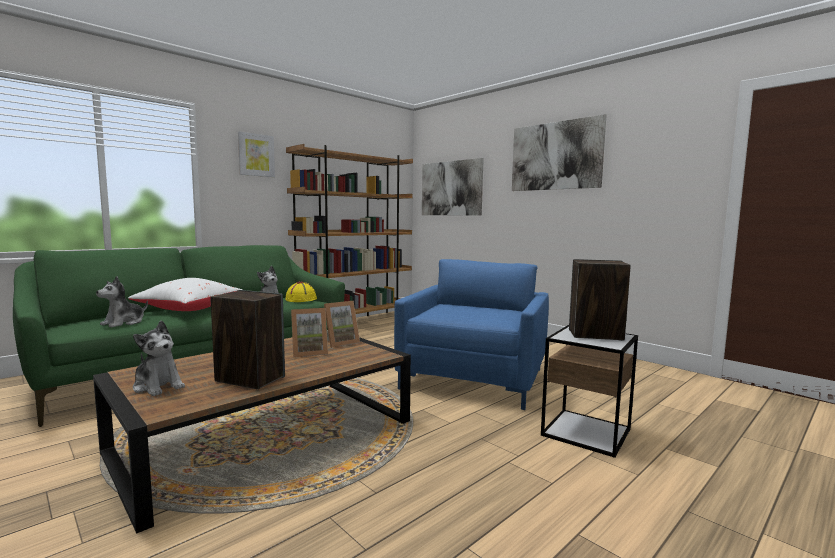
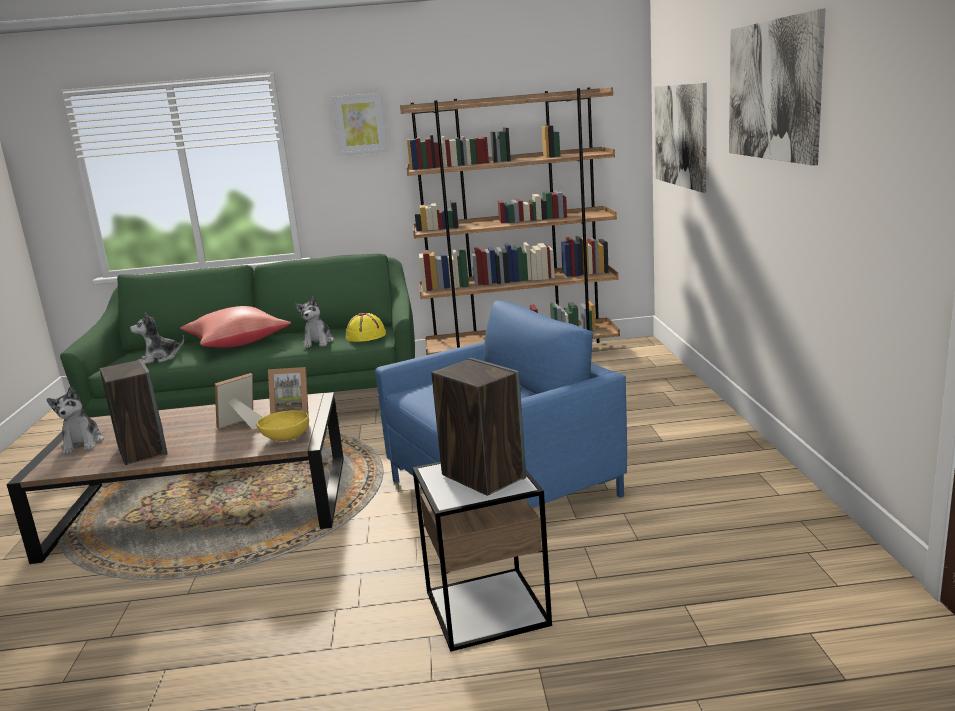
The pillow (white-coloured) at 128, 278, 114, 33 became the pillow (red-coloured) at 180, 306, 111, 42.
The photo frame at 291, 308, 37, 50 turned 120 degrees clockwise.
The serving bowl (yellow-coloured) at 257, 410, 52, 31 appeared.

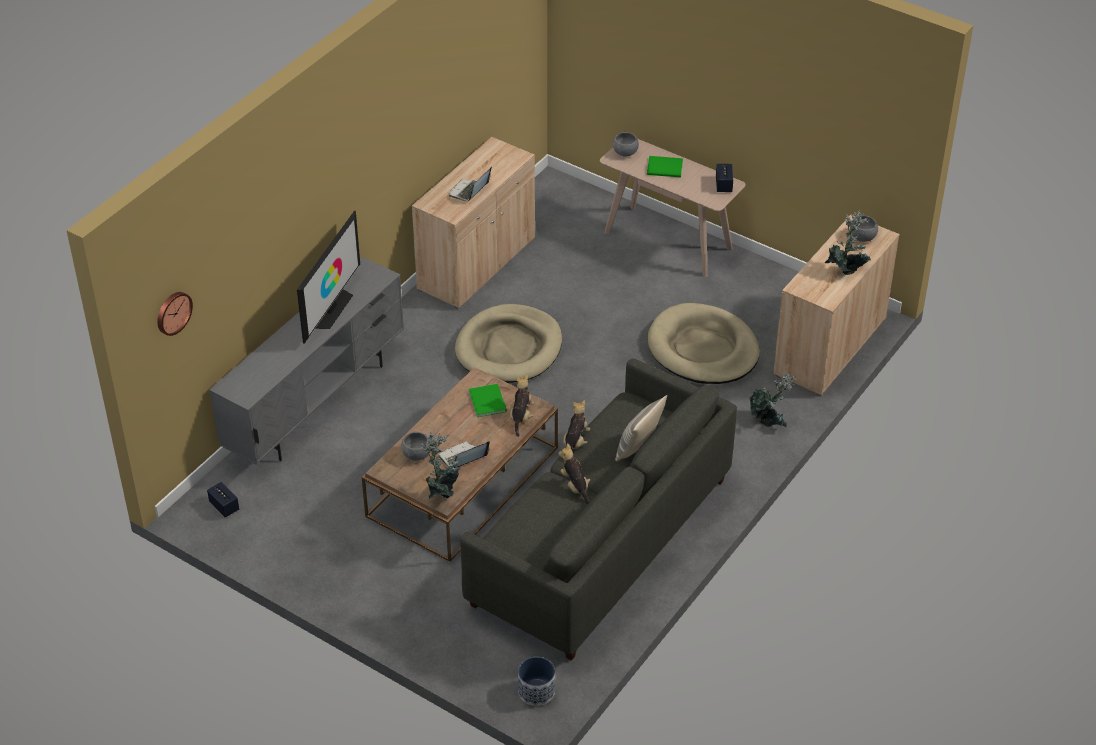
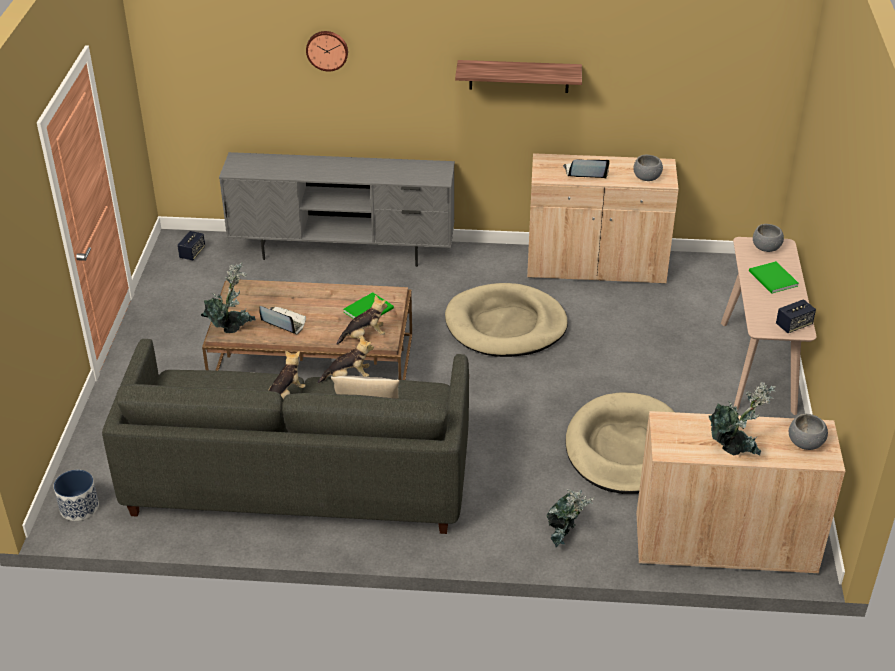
The television at 297, 211, 63, 133 disappeared.
The hanging clock moved from 157, 292, 36, 44 to 306, 31, 42, 41.
The serving bowl (greyish) moved from 401, 432, 29, 29 to 633, 155, 30, 26.
The bracket shelf at 455, 60, 127, 33 appeared.

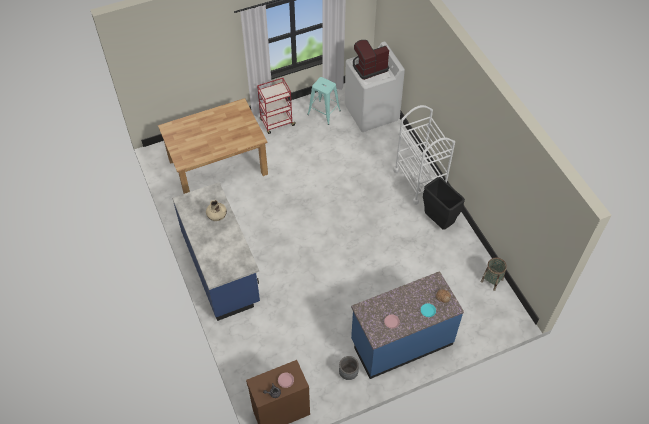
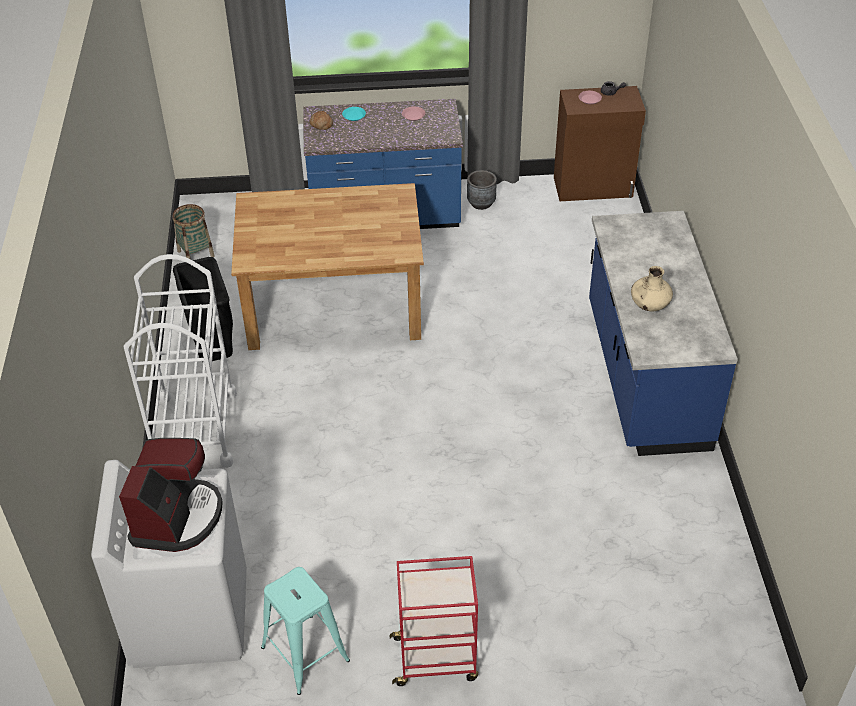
The coffee machine at 353, 40, 36, 40 turned 75 degrees counterclockwise.
The kitchen table (brown-coloured) moved from 158, 98, 110, 96 to 231, 183, 193, 167.

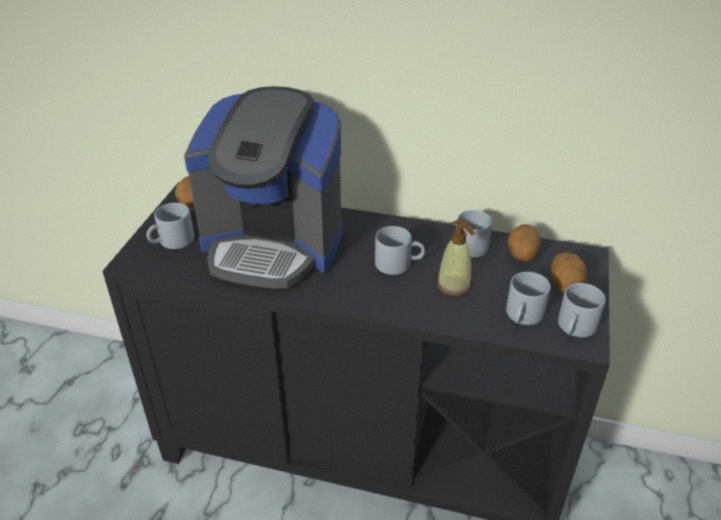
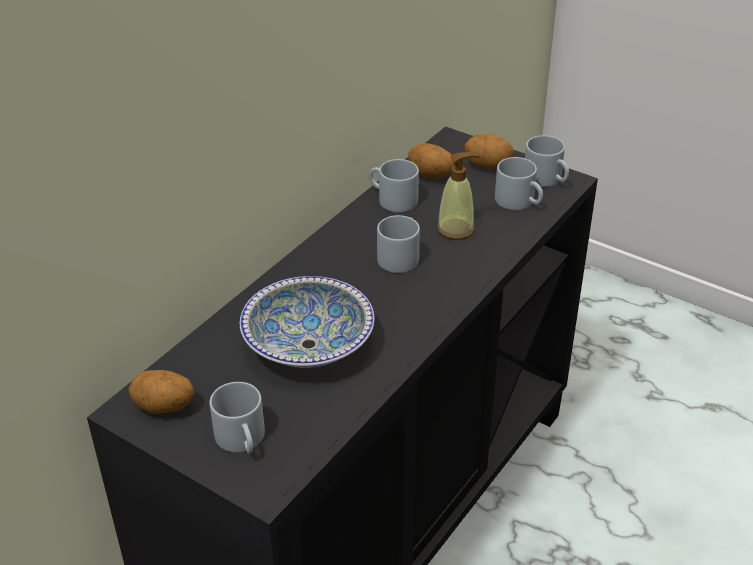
The coffee machine at 184, 86, 158, 202 was replaced by the serving bowl at 240, 276, 135, 92.

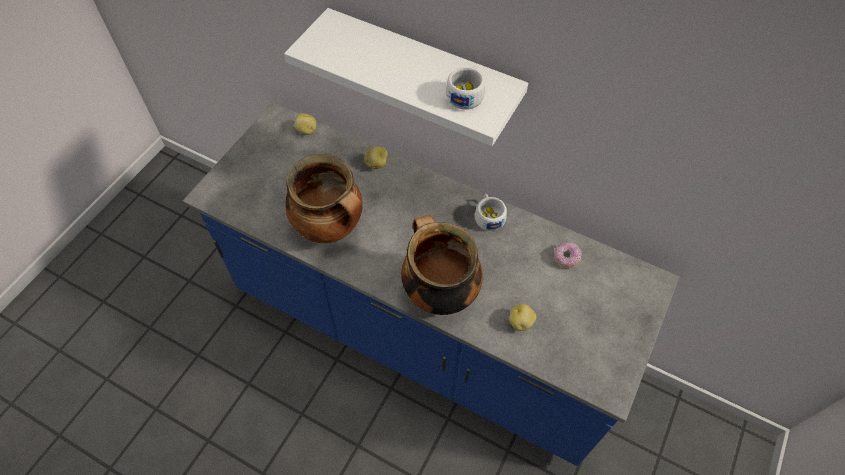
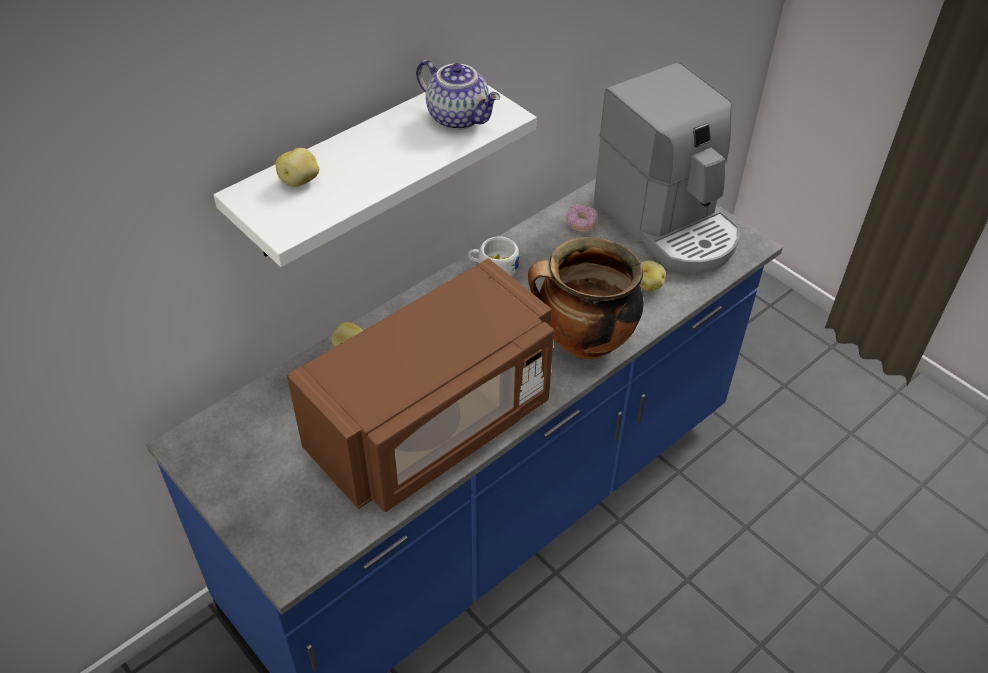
The small cup (white-coloured) at 446, 66, 39, 44 was replaced by the pot for tea at 416, 60, 84, 70.
The potato moved from 295, 113, 22, 22 to 275, 148, 44, 39.
The saucepot at 285, 154, 78, 90 was replaced by the microwave oven (brown-coloured) at 287, 258, 267, 254.
The coffee machine at 594, 62, 146, 212 appeared.

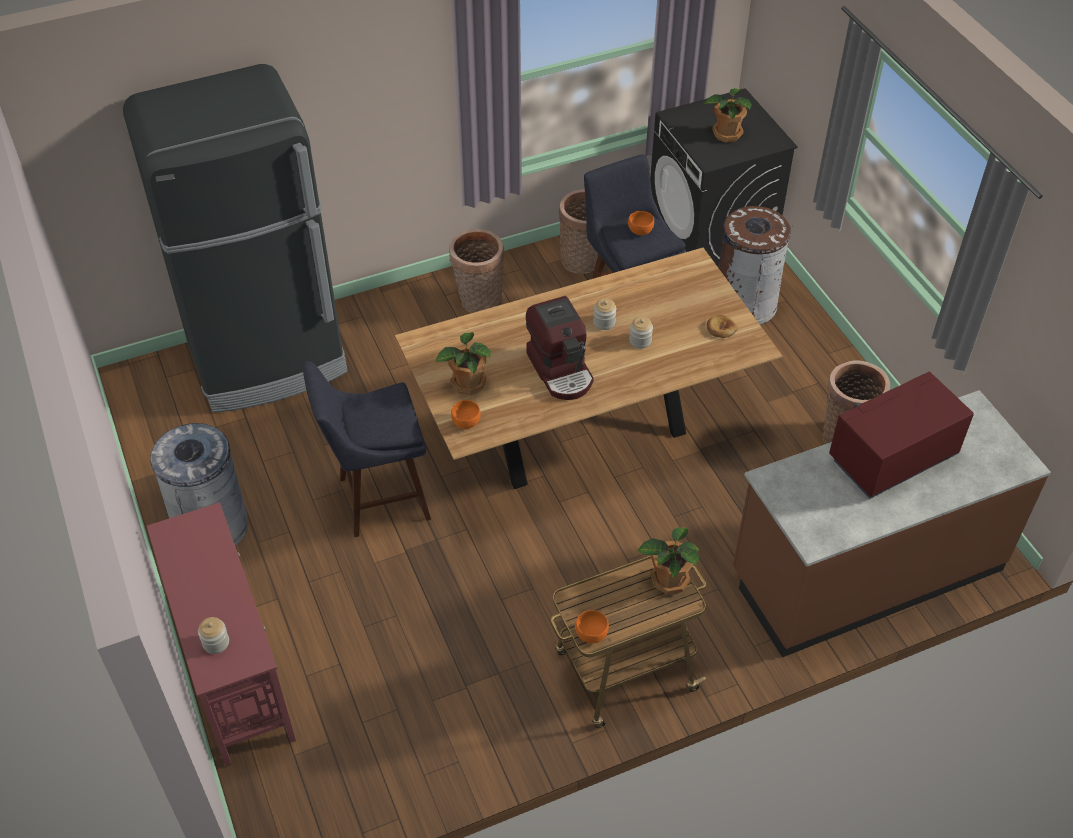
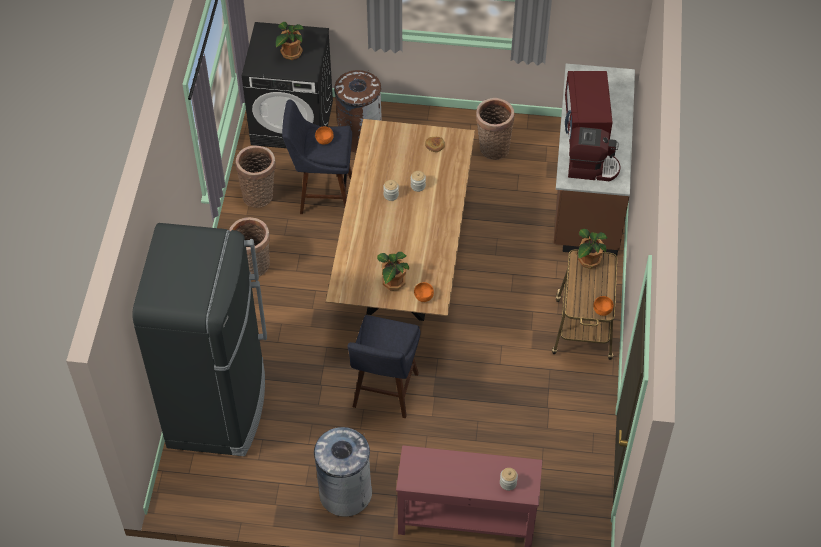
The coffee machine moved from 526, 296, 68, 104 to 568, 127, 53, 54.

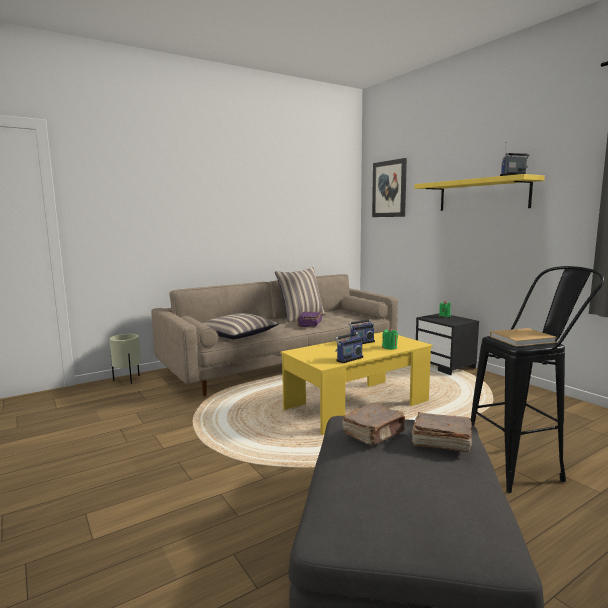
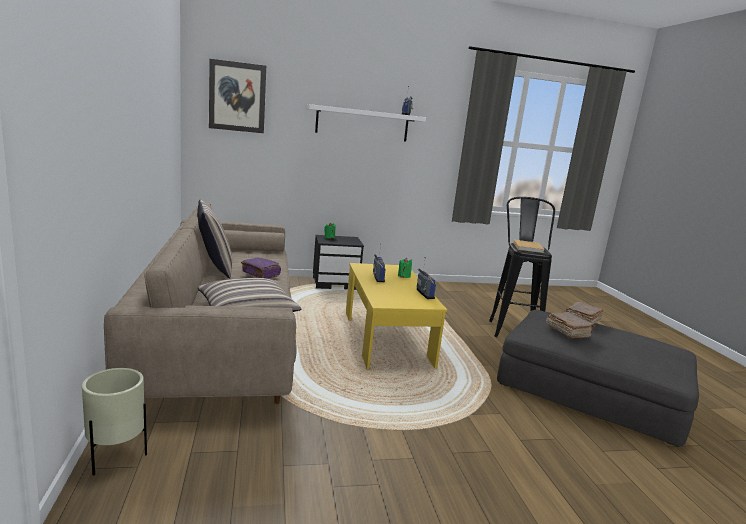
The bracket shelf (yellow-coloured) at 414, 174, 131, 37 became the bracket shelf (white-coloured) at 307, 104, 119, 38.

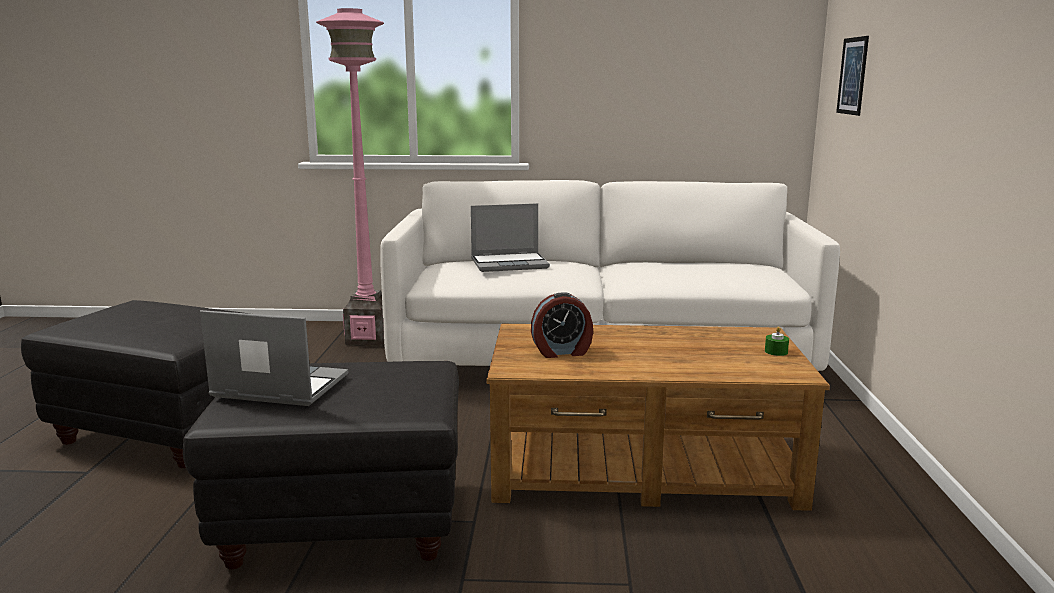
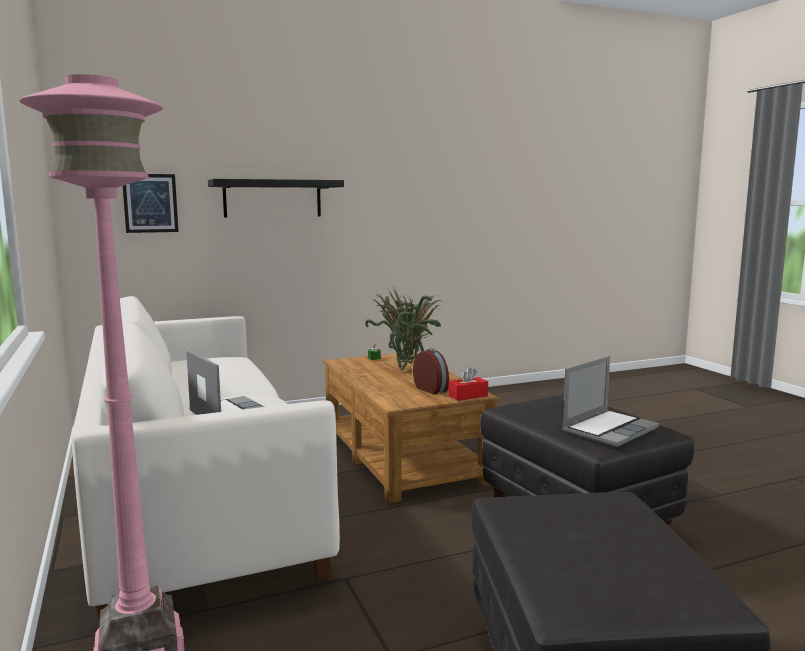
The laptop at 200, 310, 148, 96 turned 120 degrees counterclockwise.
The bracket shelf (black-coloured) at 208, 179, 136, 39 appeared.
The houseplant at 365, 286, 76, 84 appeared.
The tissue holder (red-coloured) at 448, 367, 40, 34 appeared.

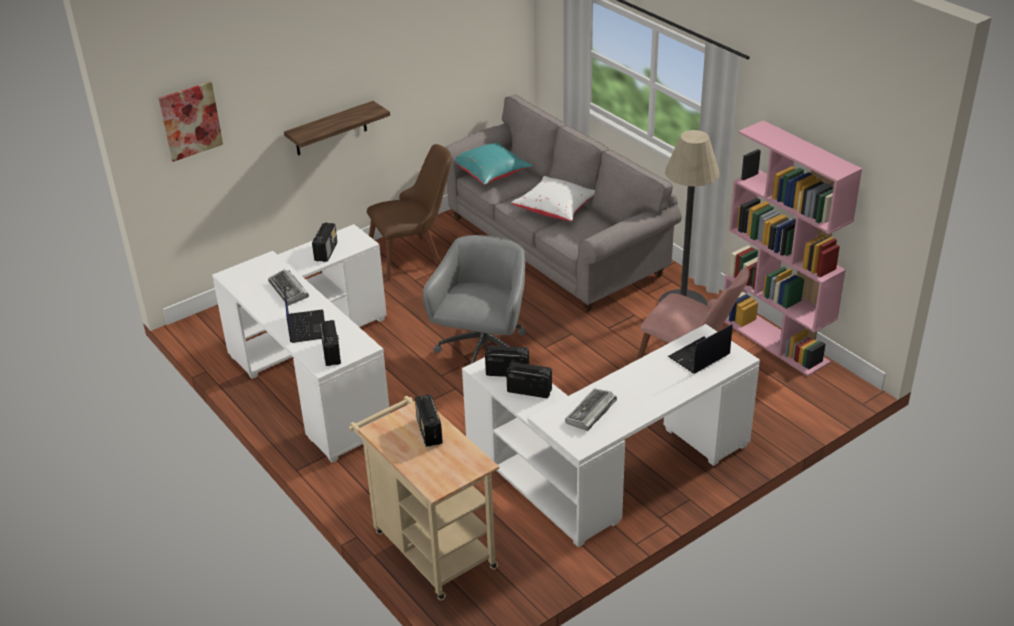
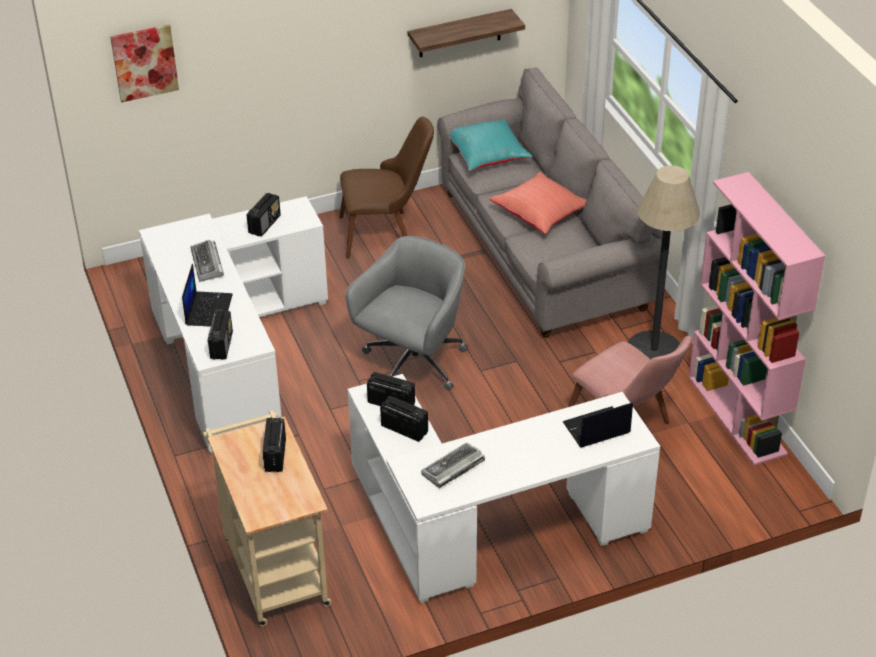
The bracket shelf moved from 284, 101, 106, 54 to 408, 9, 117, 48.
The pillow (white-coloured) at 511, 176, 84, 45 became the pillow (red-coloured) at 490, 172, 96, 62.

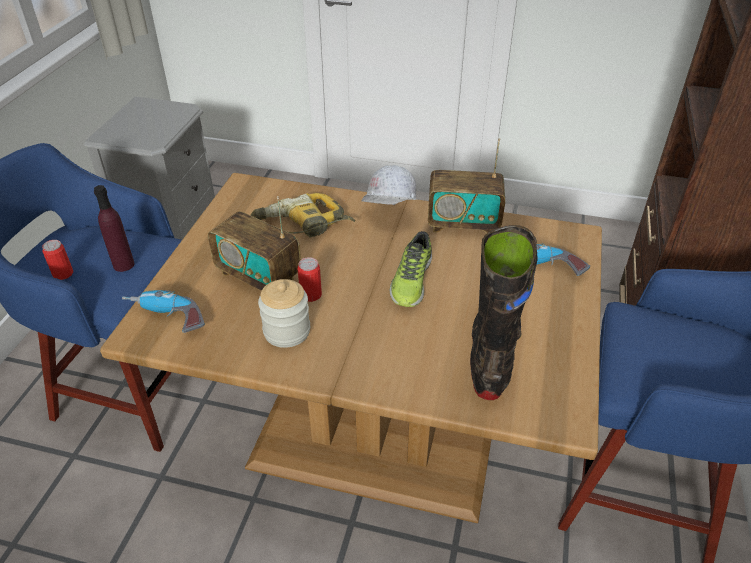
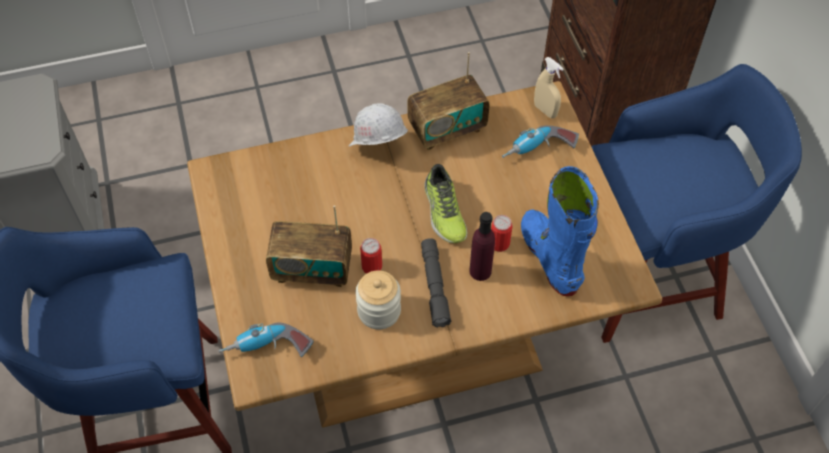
The beverage bottle (purple-coloured) moved from 94, 185, 41, 87 to 469, 212, 26, 69.
The electric drill at 251, 193, 104, 45 disappeared.
The tall boot (black-coloured) at 470, 225, 68, 175 became the tall boot (bluish) at 521, 166, 78, 131.
The can moved from 42, 240, 31, 40 to 491, 215, 22, 37.
The spray bottle (beige-coloured) at 534, 57, 30, 61 appeared.
The flashlight (greyish) at 421, 238, 31, 89 appeared.

